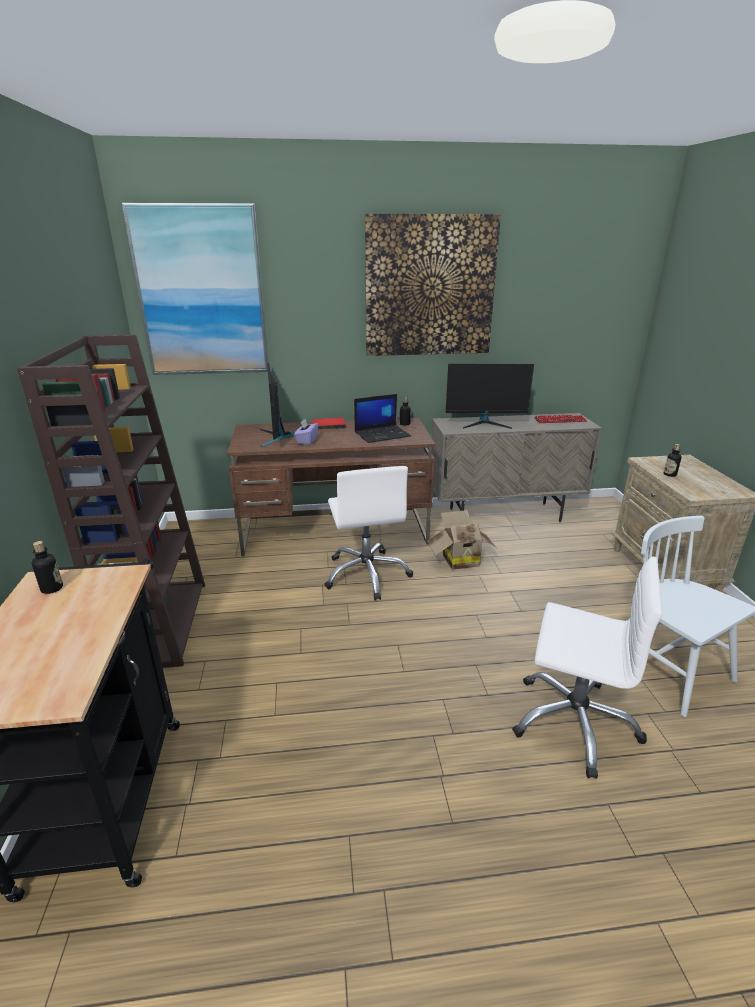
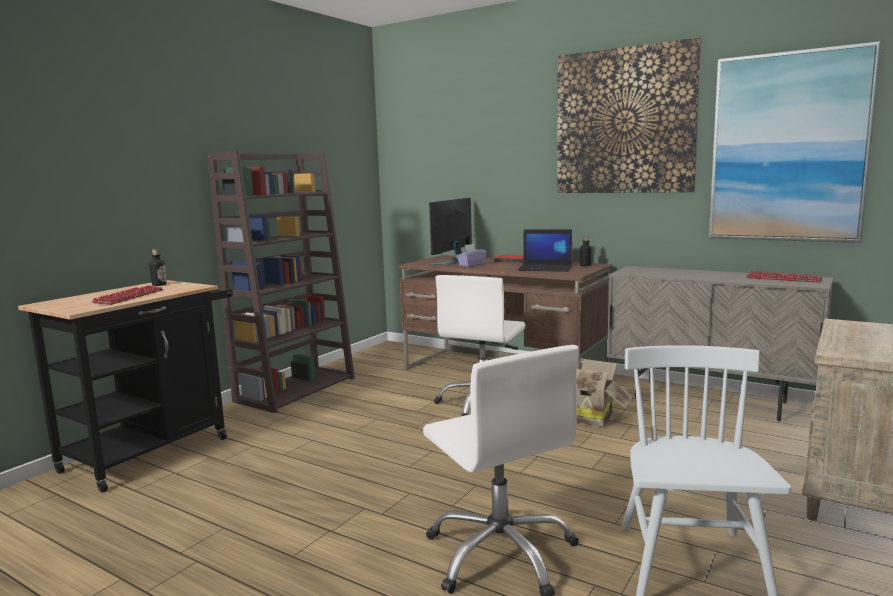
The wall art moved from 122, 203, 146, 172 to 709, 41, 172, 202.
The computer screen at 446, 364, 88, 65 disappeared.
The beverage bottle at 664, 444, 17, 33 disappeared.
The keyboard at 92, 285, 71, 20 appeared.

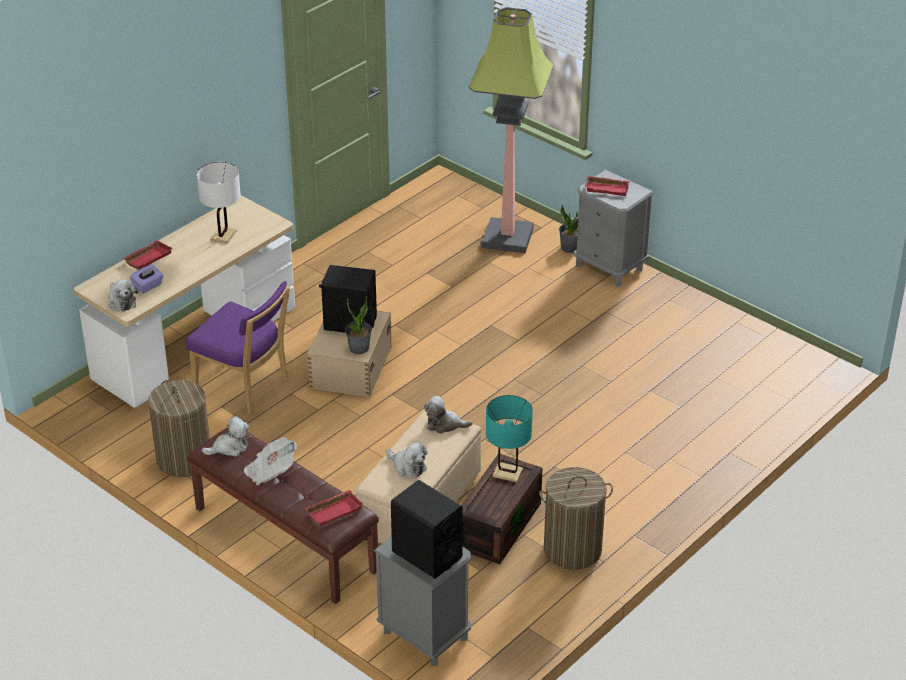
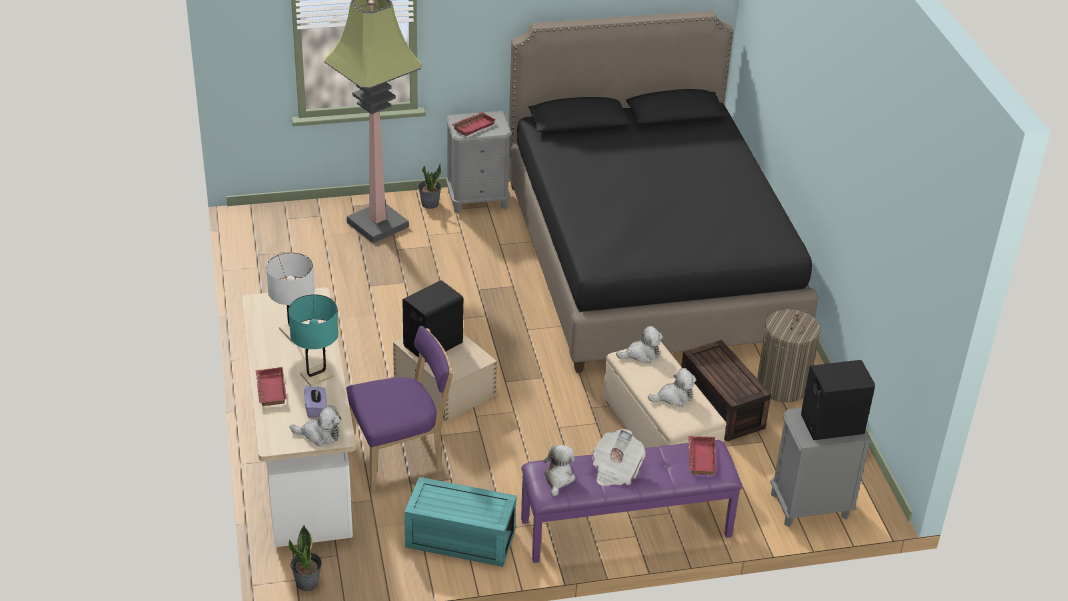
The houseplant moved from 345, 296, 27, 58 to 289, 525, 33, 66.
The laundry basket at 148, 380, 62, 97 was replaced by the storage container (turquoise-coloured) at 404, 477, 113, 90.
The lamp for a table (turquoise-coloured) moved from 486, 395, 47, 87 to 288, 294, 50, 92.
The soft toy at 424, 396, 49, 38 turned 150 degrees counterclockwise.
The long seat (brown-coloured) at 188, 427, 191, 177 became the long seat (purple-coloured) at 521, 440, 221, 123.
The bed (black-coloured) at 509, 11, 310, 362 appeared.

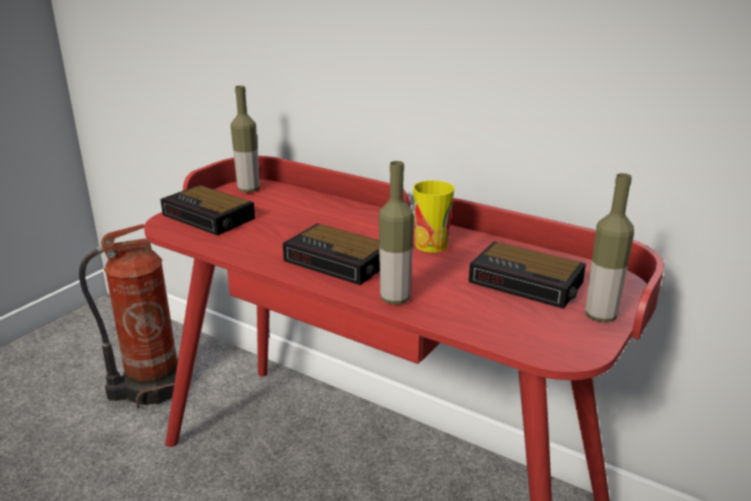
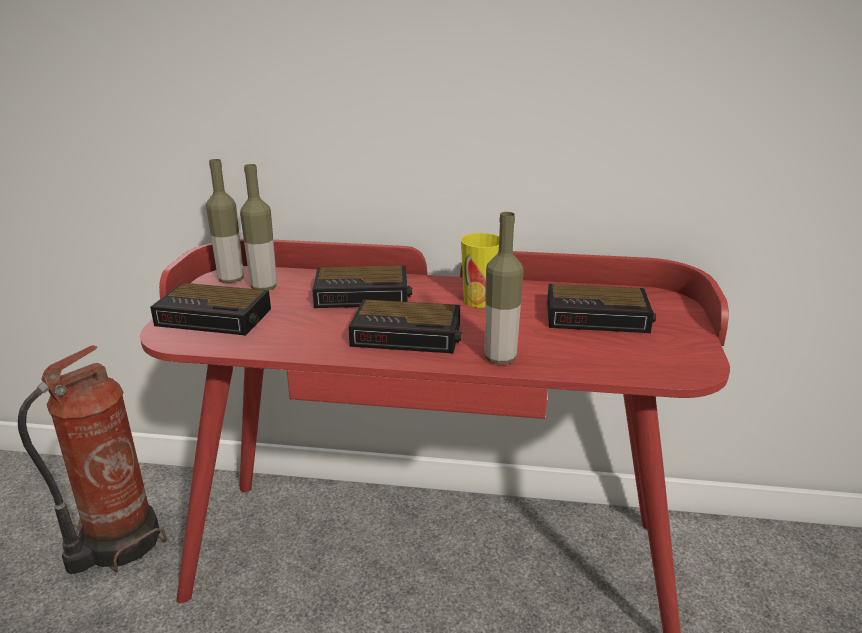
The beverage bottle moved from 585, 173, 49, 149 to 240, 164, 37, 126.
The bedside clock at 312, 266, 100, 42 appeared.

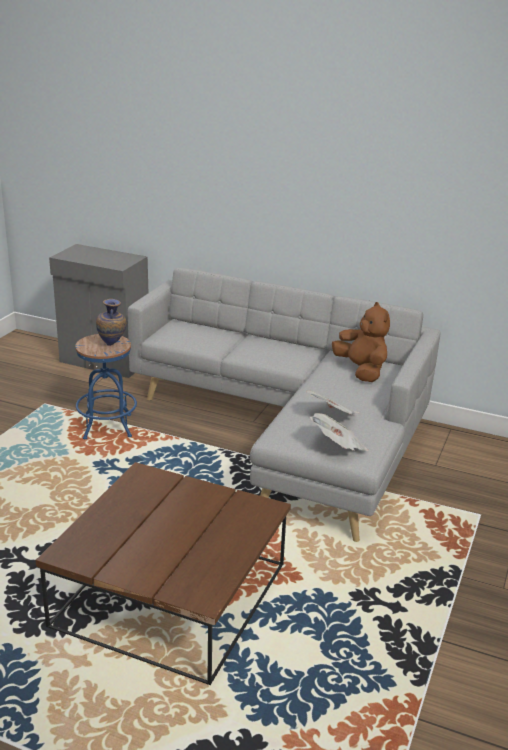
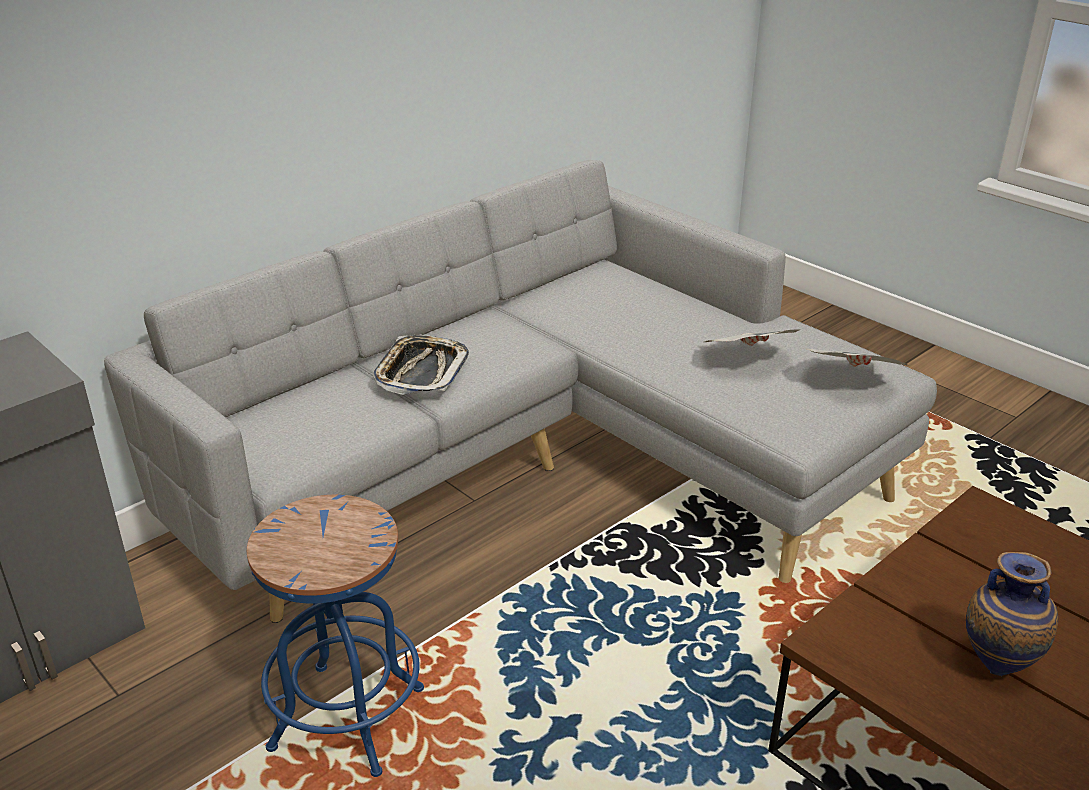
The vase moved from 96, 299, 31, 47 to 966, 552, 92, 124.
The soft toy (brown-coloured) at 332, 302, 58, 80 disappeared.
The tray at 373, 335, 96, 60 appeared.

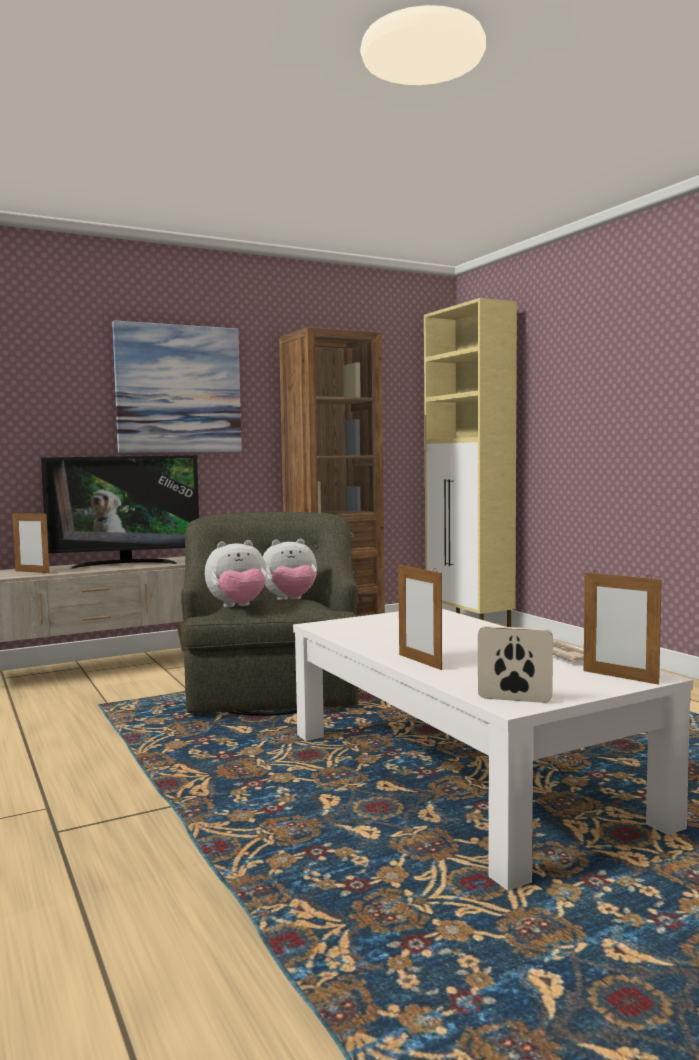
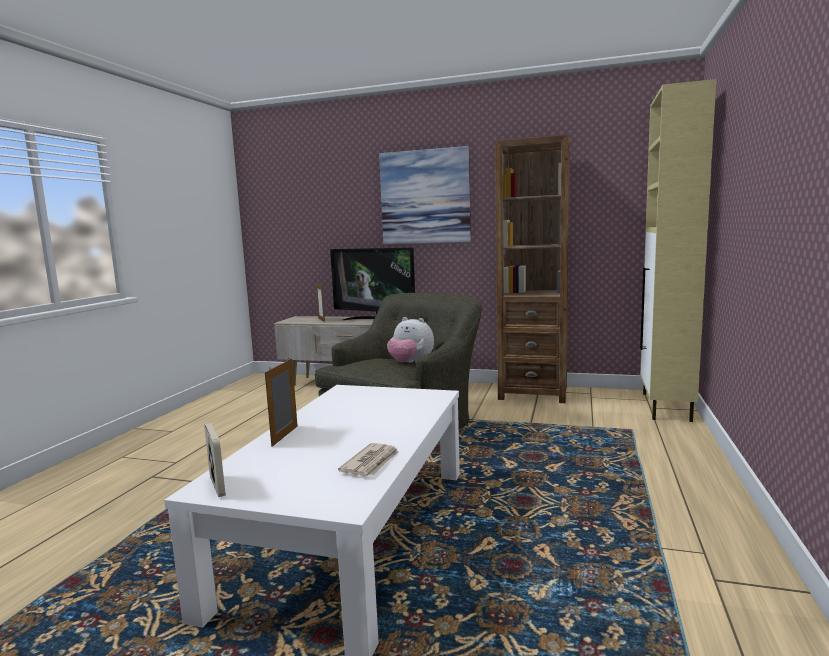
The soft toy at 205, 540, 62, 67 disappeared.
The photo frame at 584, 570, 78, 115 disappeared.

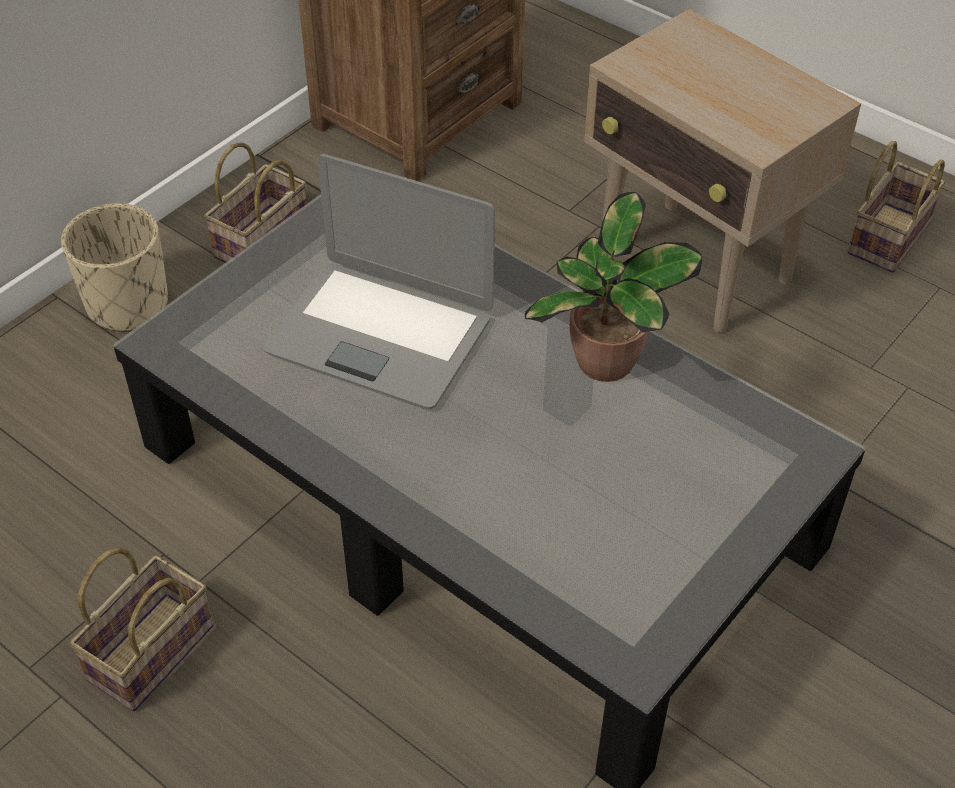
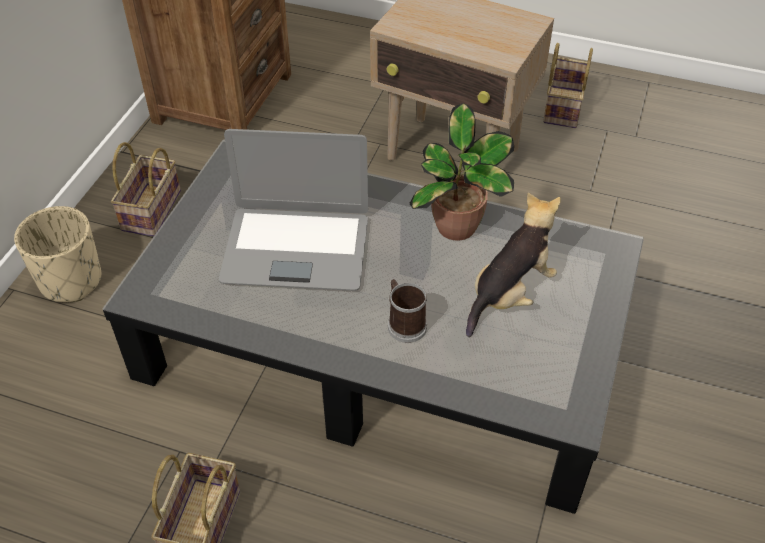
The soft toy at 466, 193, 95, 144 appeared.
The tea mug at 388, 279, 39, 64 appeared.

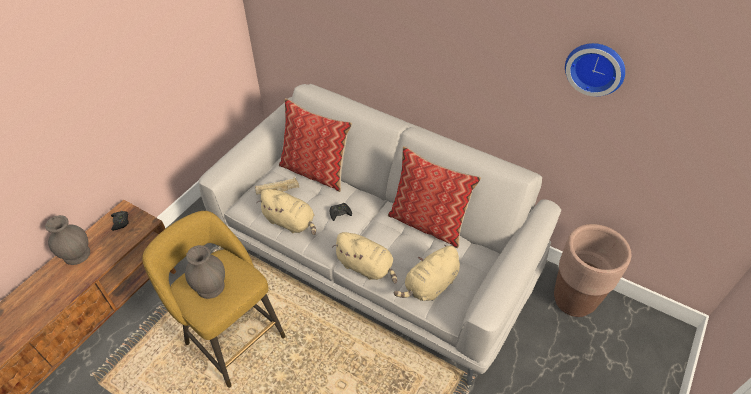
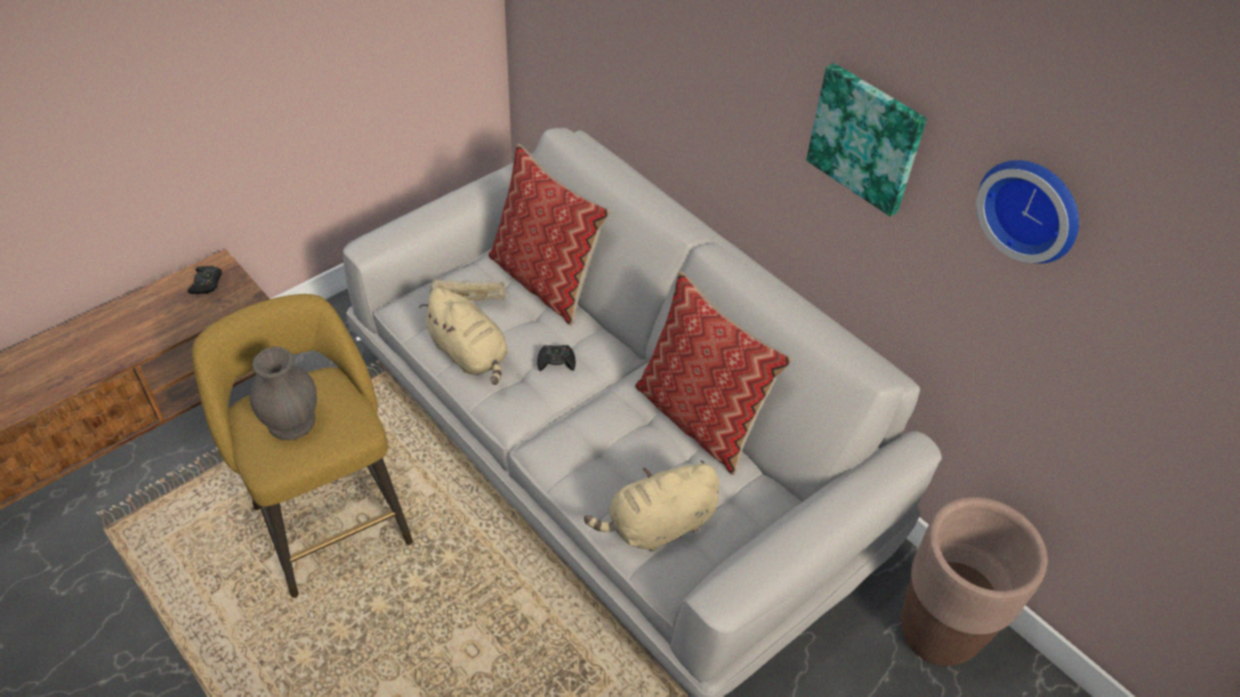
The vase (greyish) at 45, 215, 45, 50 disappeared.
The soft toy (beige-coloured) at 332, 232, 65, 52 disappeared.
The wall art at 806, 63, 121, 154 appeared.

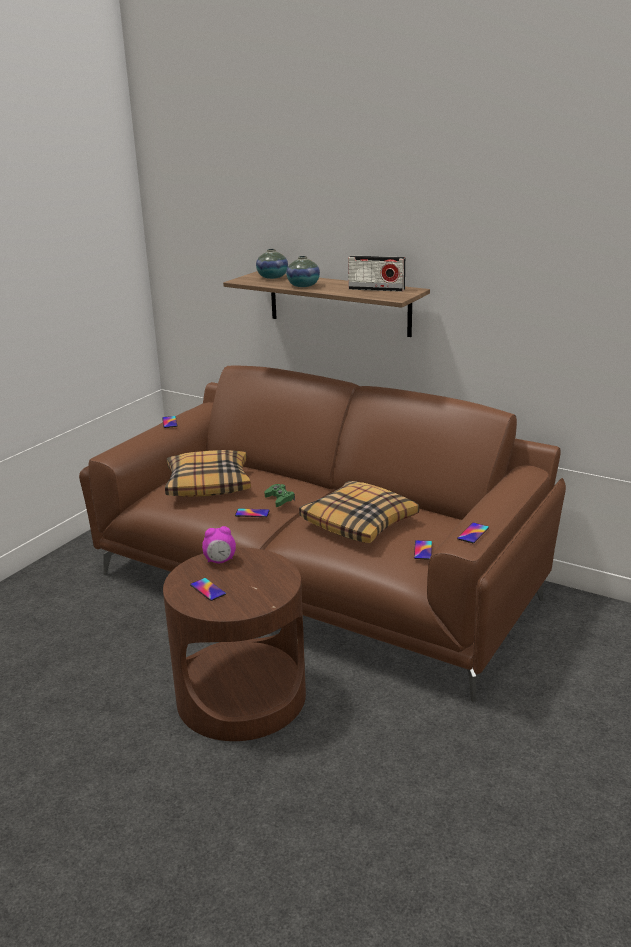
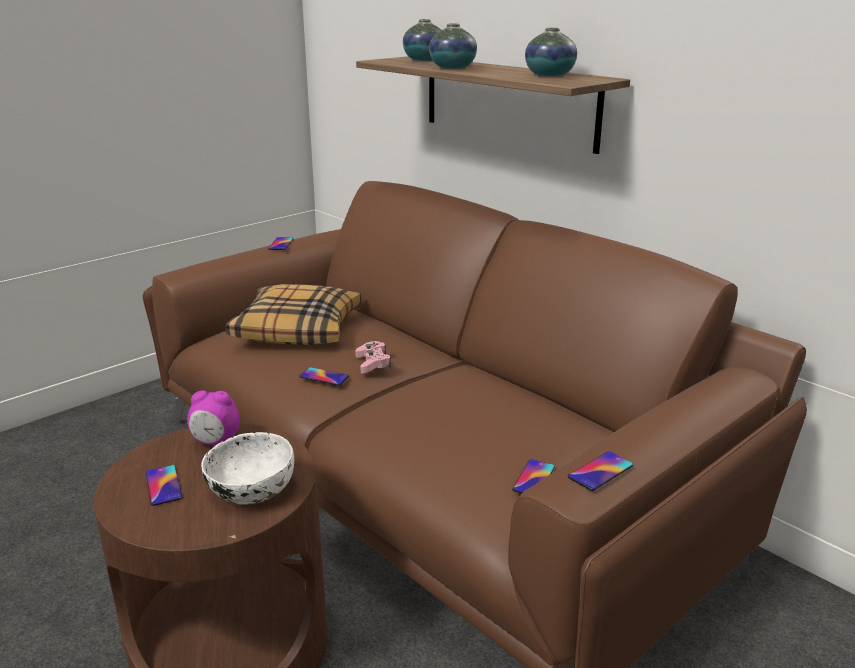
The radio receiver at 348, 256, 57, 36 was replaced by the vase at 525, 28, 52, 48.
The pillow at 299, 481, 120, 62 disappeared.
The gamepad (greenish) at 264, 484, 31, 23 became the gamepad (pink-coloured) at 355, 341, 36, 32.
The serving bowl (white-coloured) at 201, 432, 93, 73 appeared.

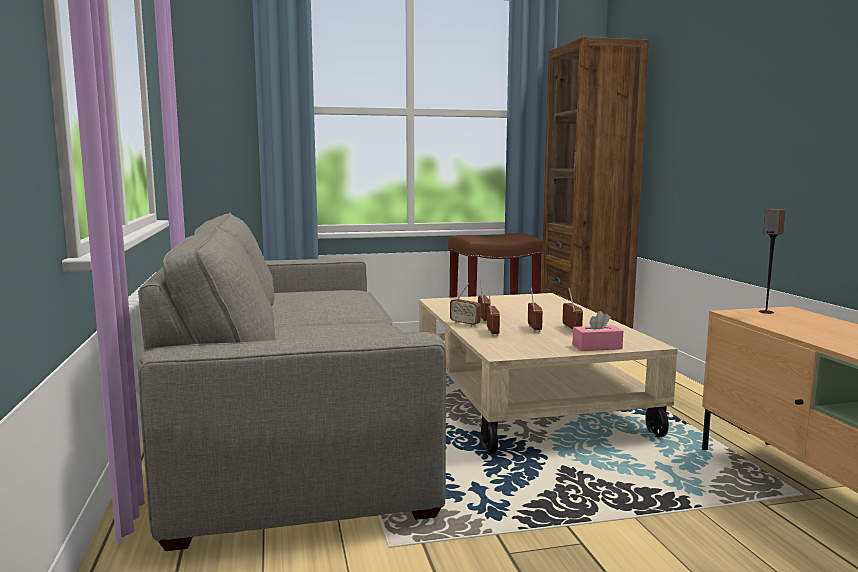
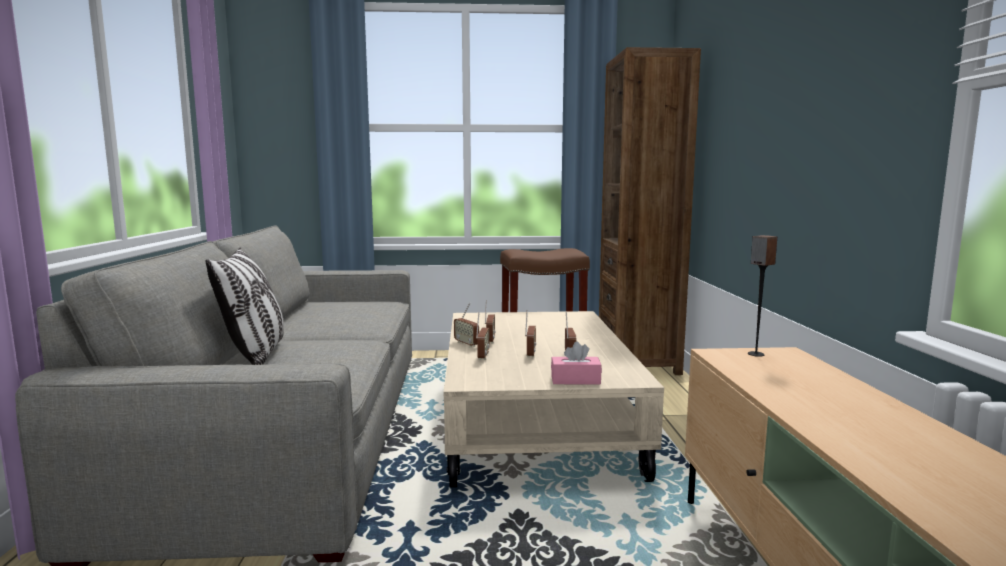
The pillow at 206, 248, 78, 117 appeared.

